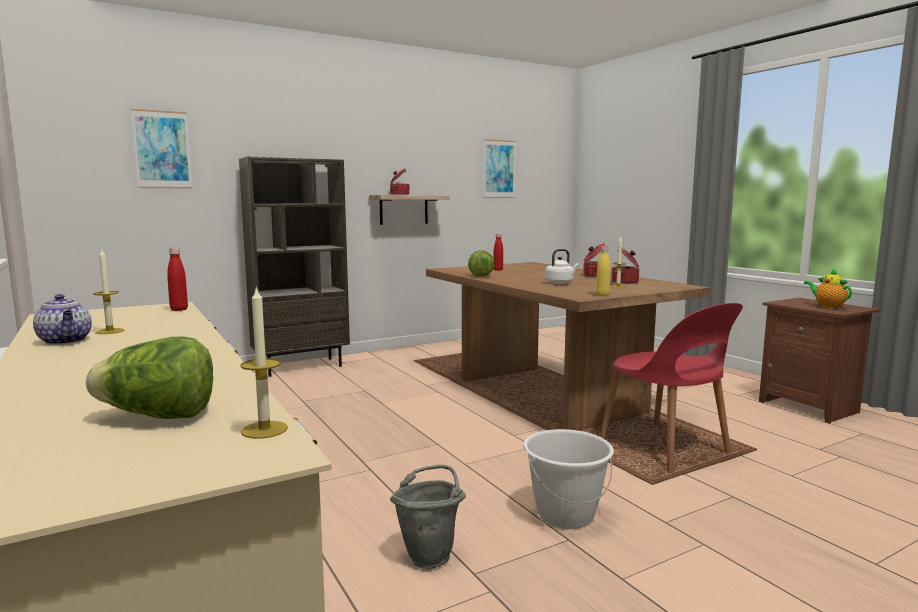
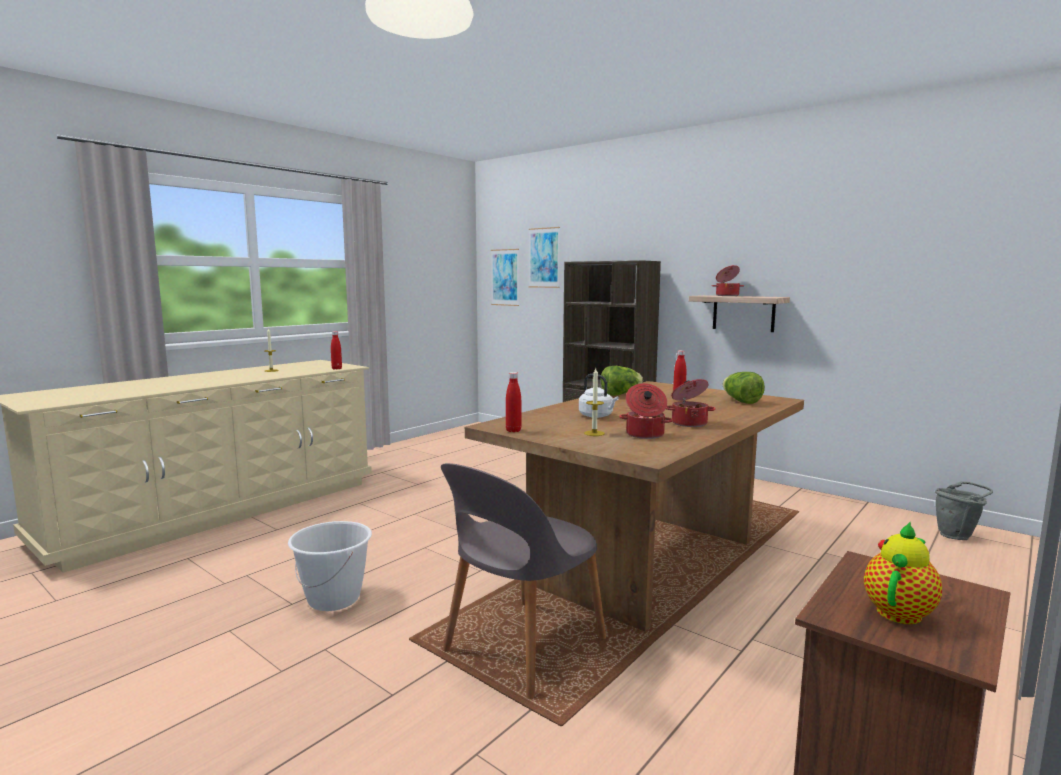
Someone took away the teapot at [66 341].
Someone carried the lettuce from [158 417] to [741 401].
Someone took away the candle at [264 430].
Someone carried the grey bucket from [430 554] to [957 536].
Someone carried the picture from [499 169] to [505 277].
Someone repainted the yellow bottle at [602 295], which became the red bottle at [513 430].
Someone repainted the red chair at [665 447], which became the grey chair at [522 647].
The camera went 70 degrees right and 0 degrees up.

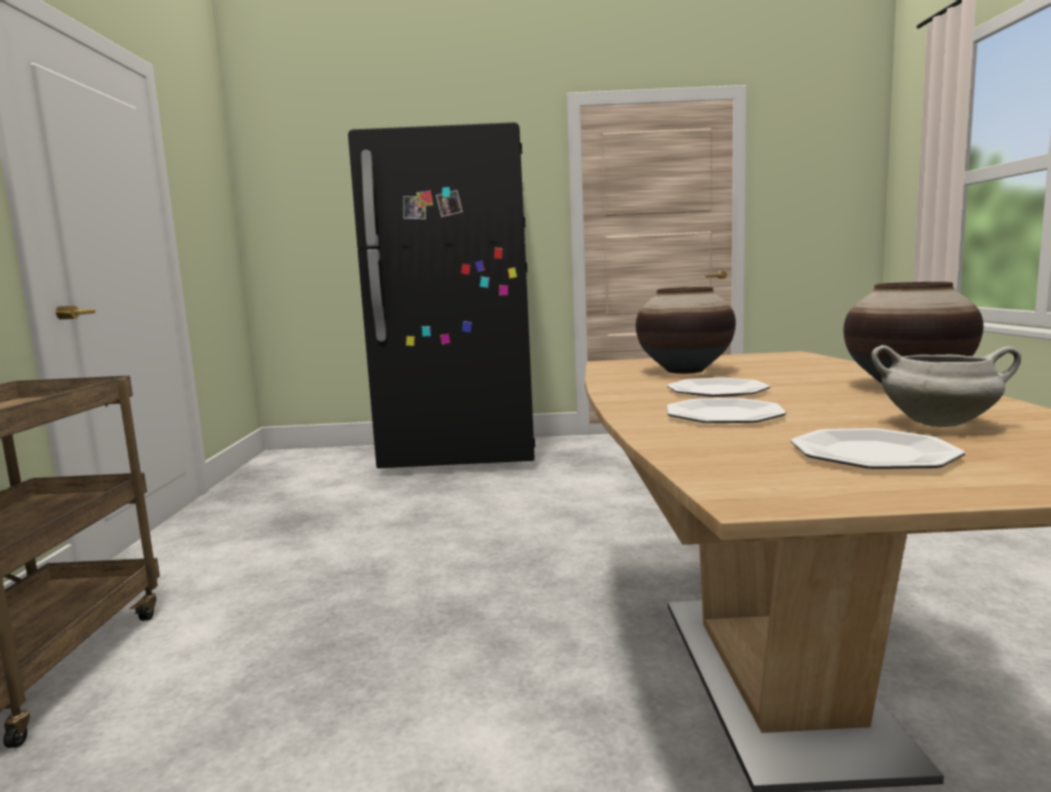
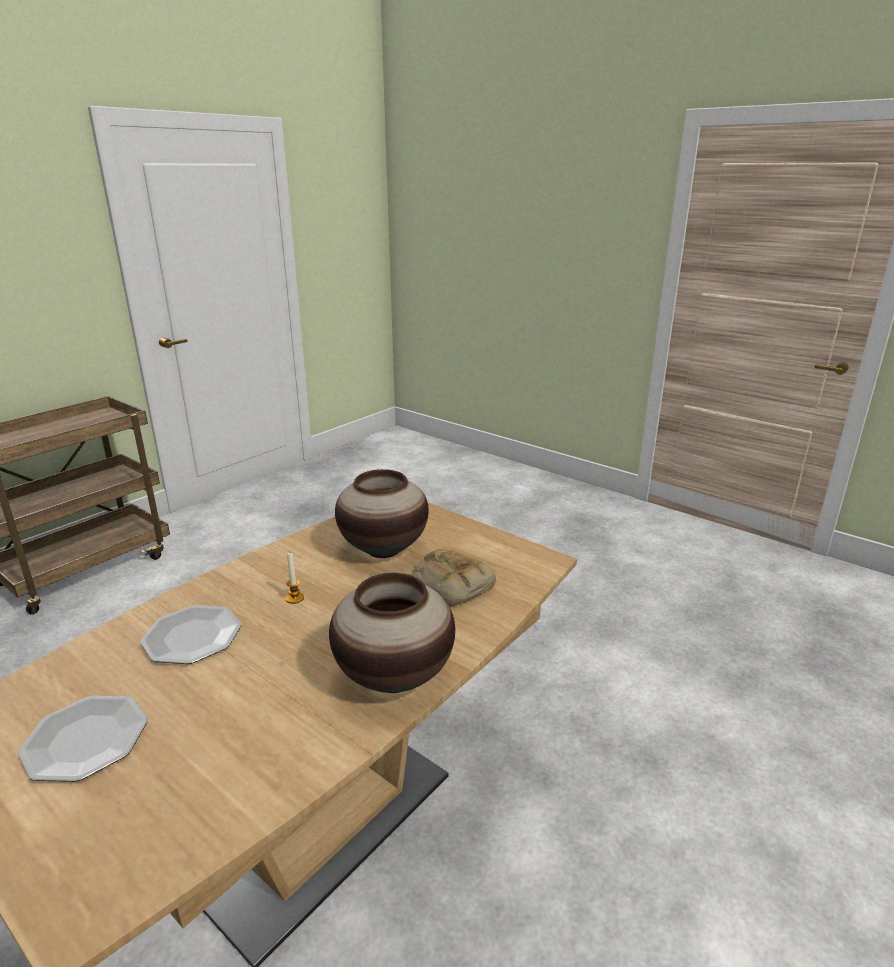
Someone took away the black fridge at [461 456].
Someone swapped the plate at [717 391] for the candle at [294 598].
Someone took away the white cooking pot at [940 423].
Someone put down the bread at [450 584].
The camera went 40 degrees right and 15 degrees up.

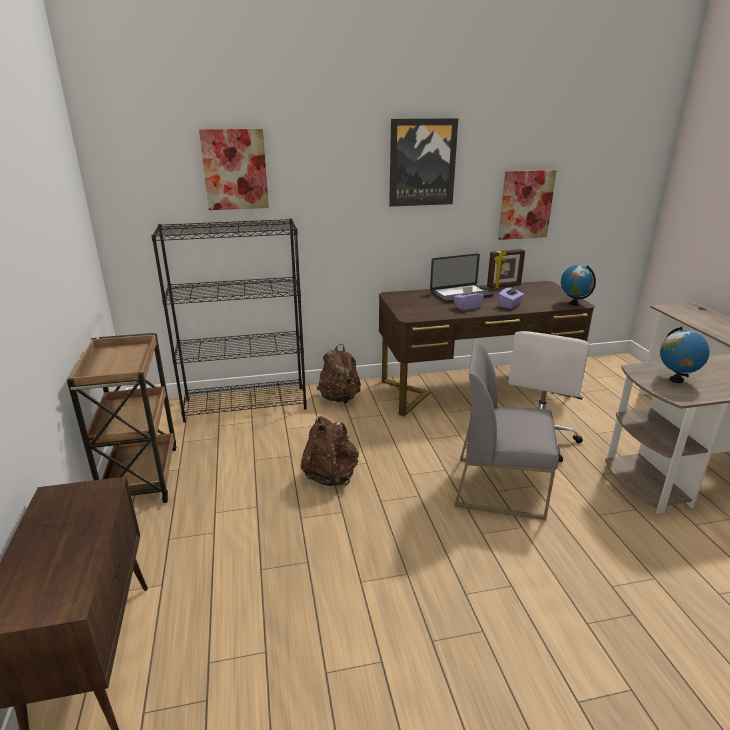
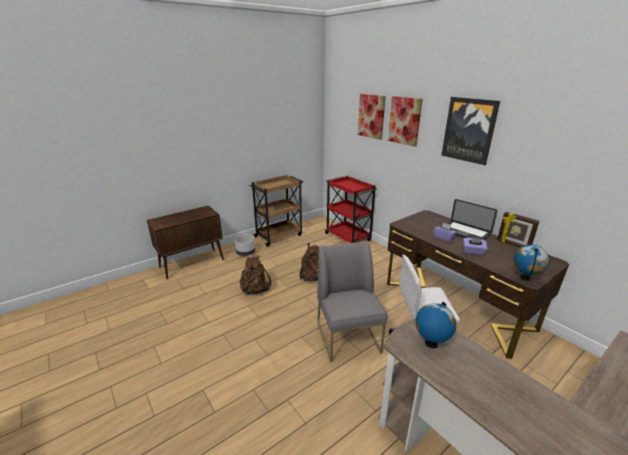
Someone swapped the black bookcase at [246 404] for the red cart at [348 237].
Someone carried the brown backpack from [339 398] to [255 290].
Someone carried the picture from [525 205] to [404 121].
Someone put down the grey planter at [245 253].
The camera went 65 degrees right and 0 degrees up.

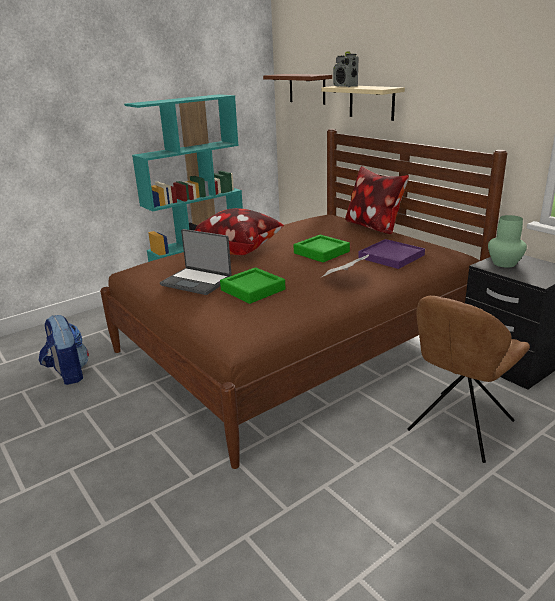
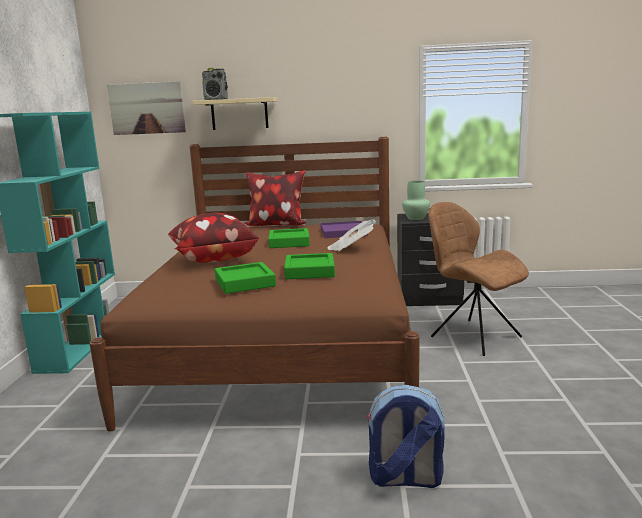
Someone carried the backpack from [68 374] to [405 479].
Someone swapped the laptop at [197 282] for the green tray at [245 283].
Someone swapped the brown shelf at [307 88] for the picture at [147 108].
Someone rotated the brown chair at [458 427] by 150 degrees clockwise.
The camera went 50 degrees left and 10 degrees down.

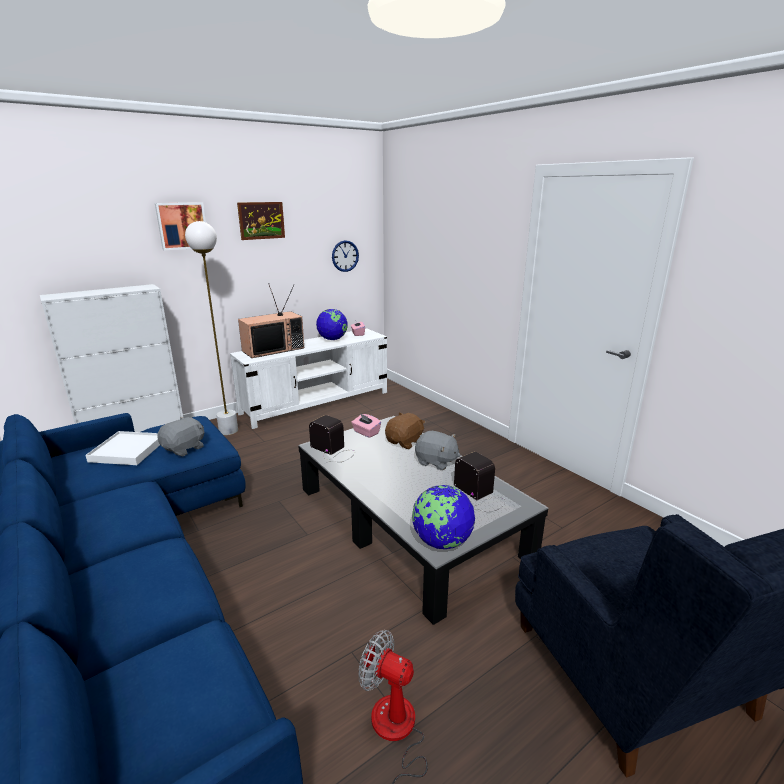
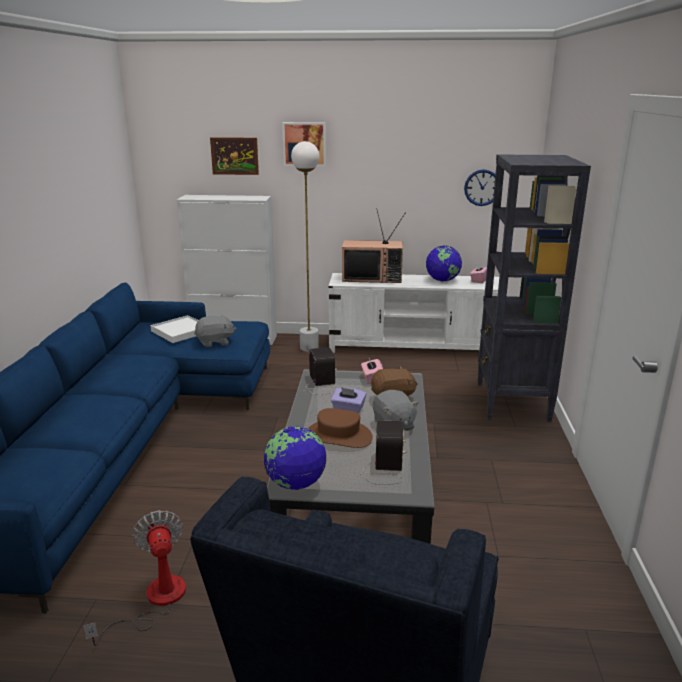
Someone carried the picture from [261 220] to [234 156].
Someone put down the brown hat at [338 436].
Someone put down the purple tissue box at [348 409].
Someone put down the black bookcase at [512 402].
The camera went 40 degrees right and 0 degrees up.

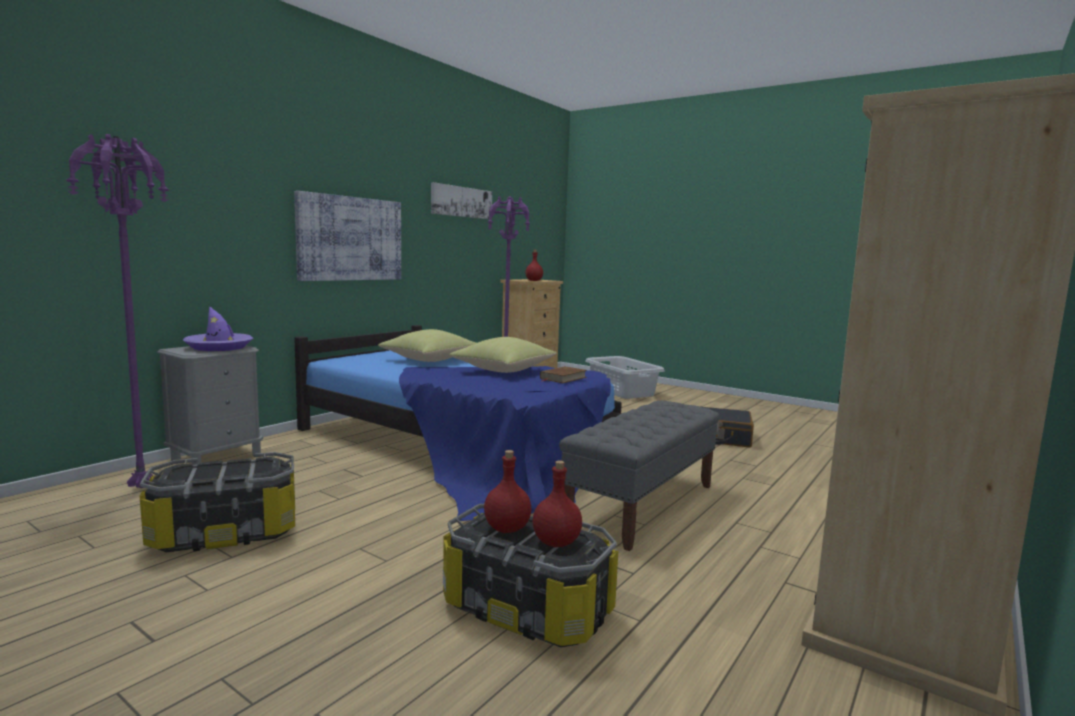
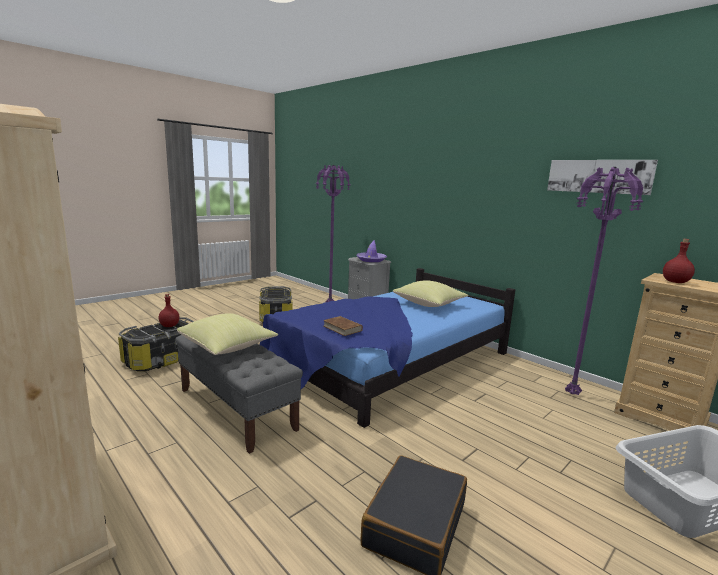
Someone took away the picture at [349 238].
Someone carried the yellow pillow from [503 371] to [228 348].
Someone took away the red bottle at [556 543].
The camera went 100 degrees right and 5 degrees up.

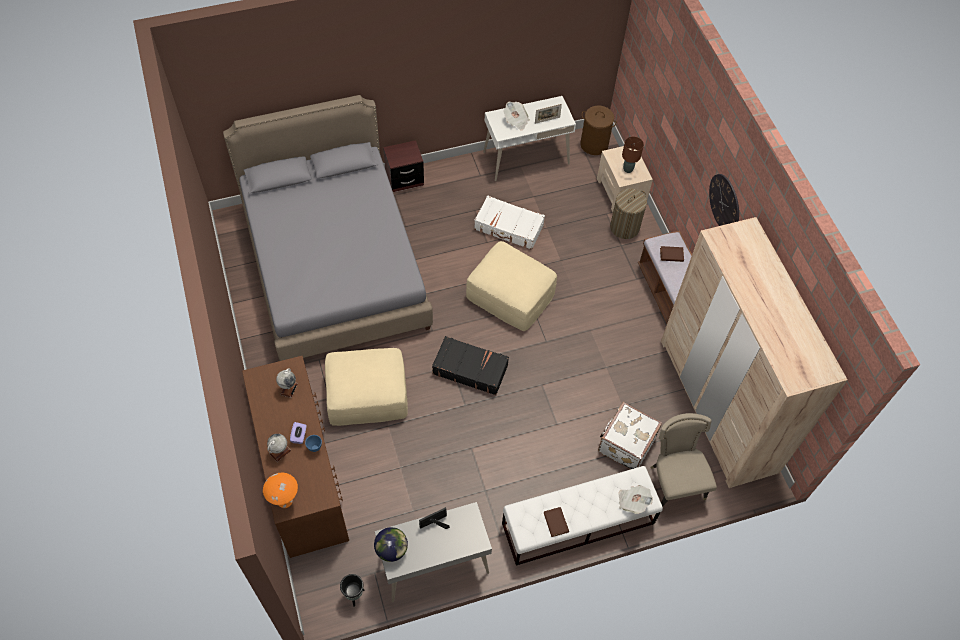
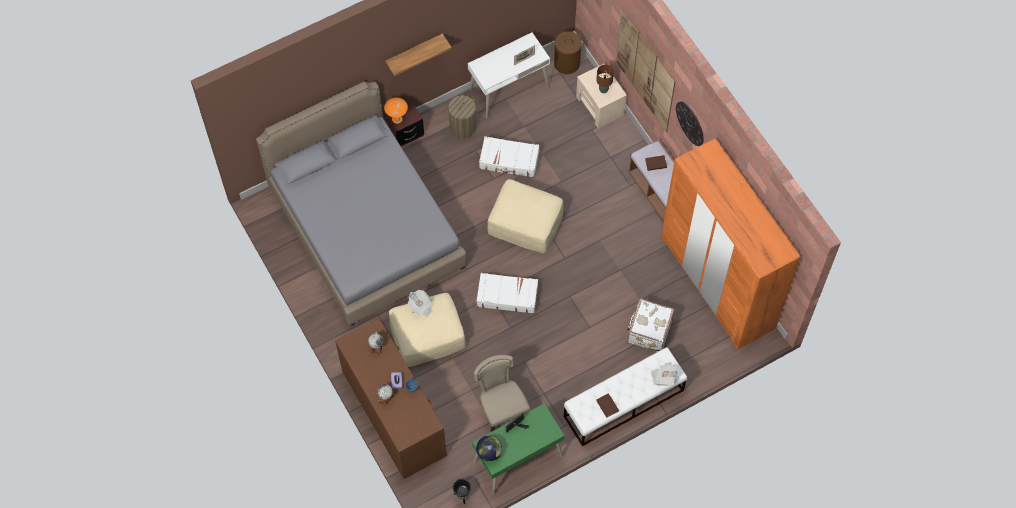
Someone carried the orange table lamp from [285 501] to [397 119].
Someone repainted the grey desk at [434 564], which became the green desk at [518 459].
Someone repainted the black suitcase at [470 369], which became the white suitcase at [507 296].
Someone carried the newspaper from [516 121] to [421 306].
Someone carried the laundry basket from [624 227] to [463 127].
Someone carried the beige chair from [674 481] to [501 409].
Someone repainted the beige wardrobe at [717 405], which became the orange wardrobe at [717 283].
Someone put up the shelf at [414 52].
Someone put up the picture at [645 70].
The camera went 10 degrees left and 5 degrees up.

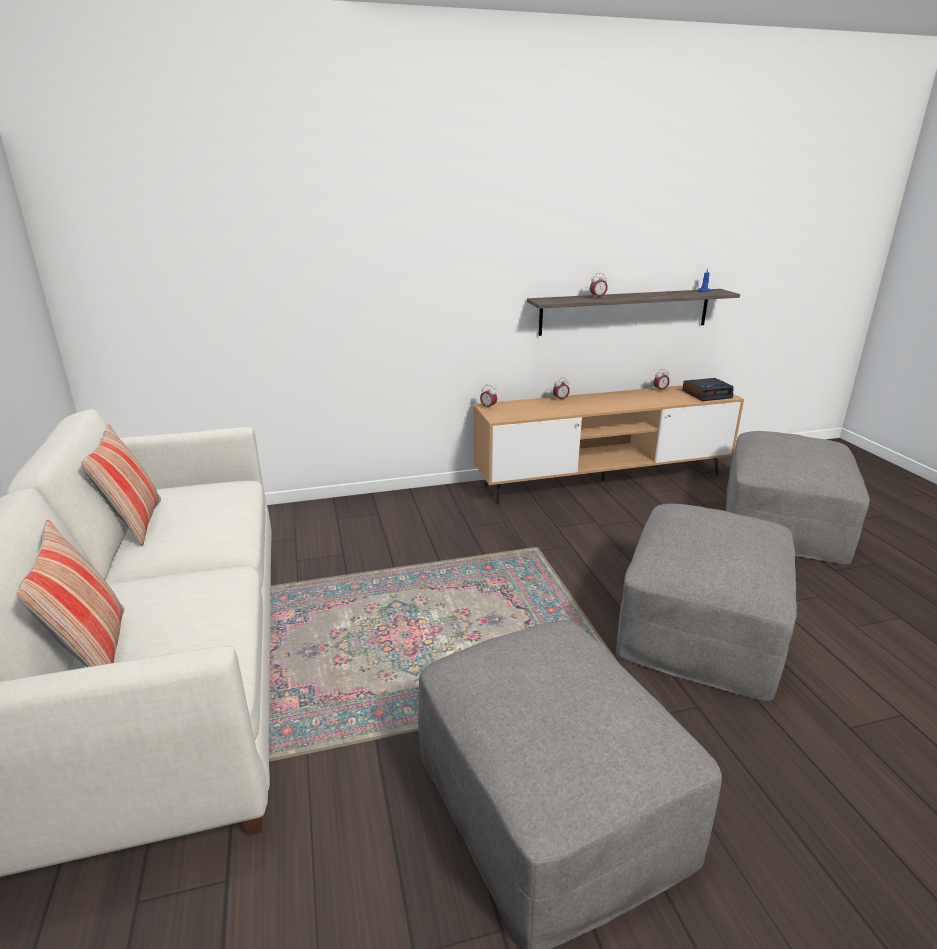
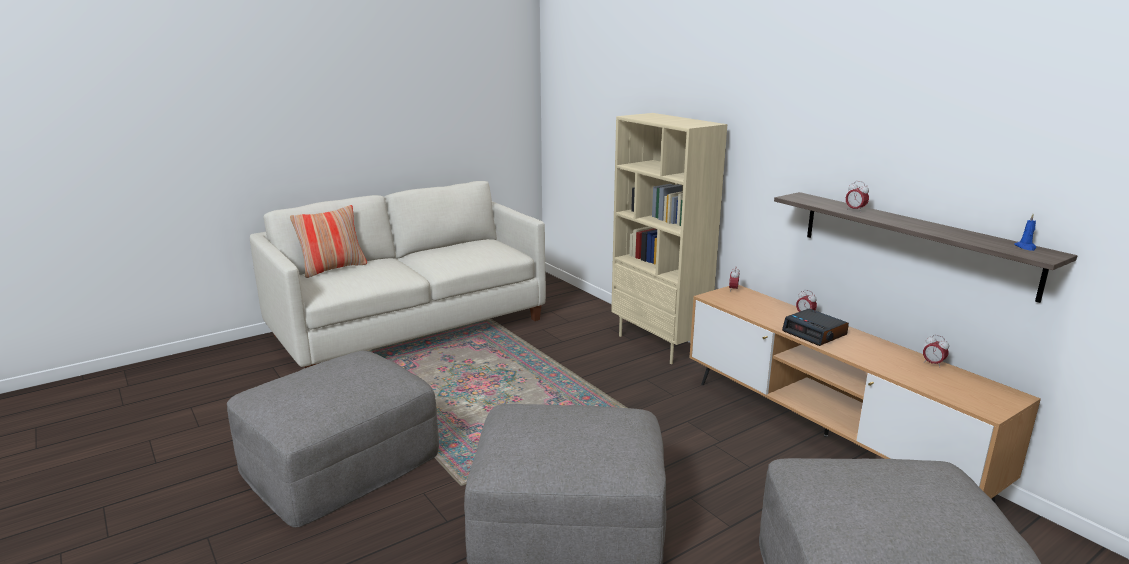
Someone took away the pillow at [136 523].
Someone carried the alarm clock from [707 394] to [815 333].
Someone put down the beige bookcase at [659 344].
The camera went 70 degrees right and 5 degrees down.

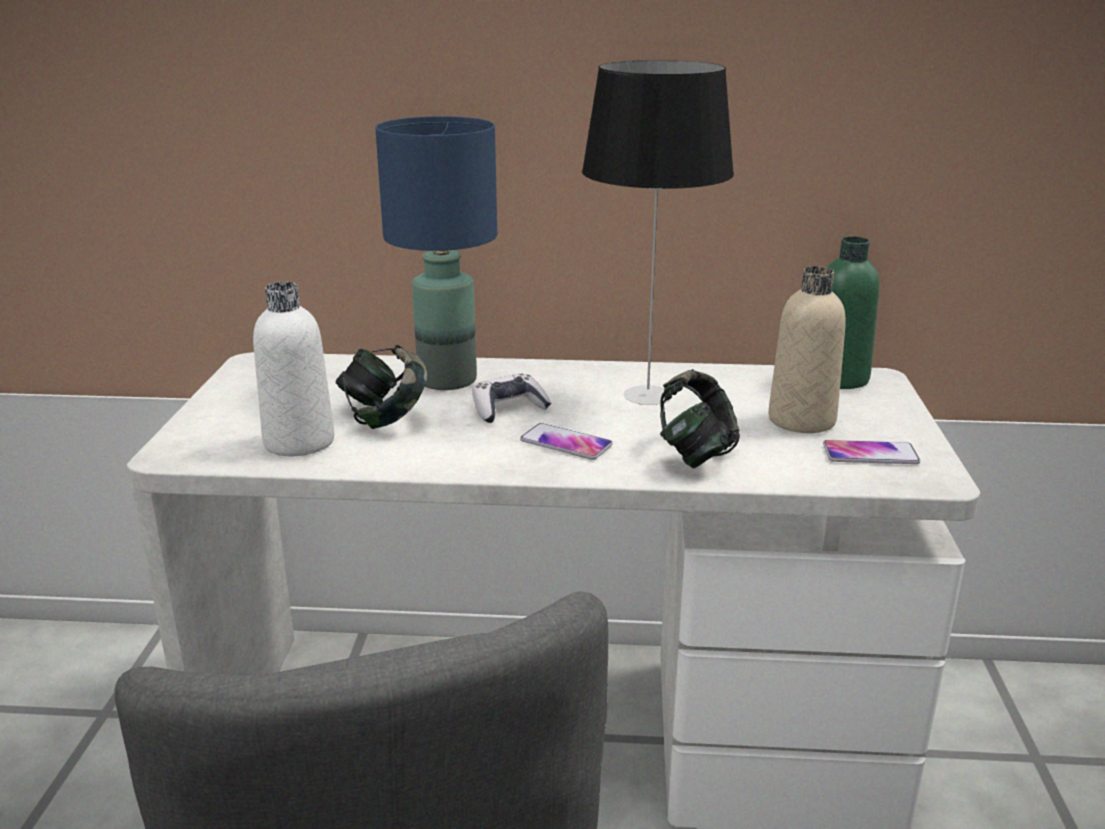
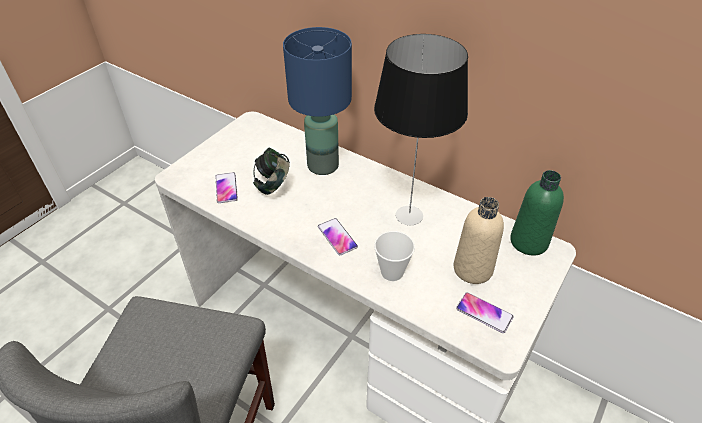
Someone swapped the white bottle at [299 442] for the phone at [226 188].
Someone took away the game controller at [508 409].
Someone swapped the headphones at [696 454] for the cup at [392 272].
The camera went 30 degrees right and 20 degrees up.

